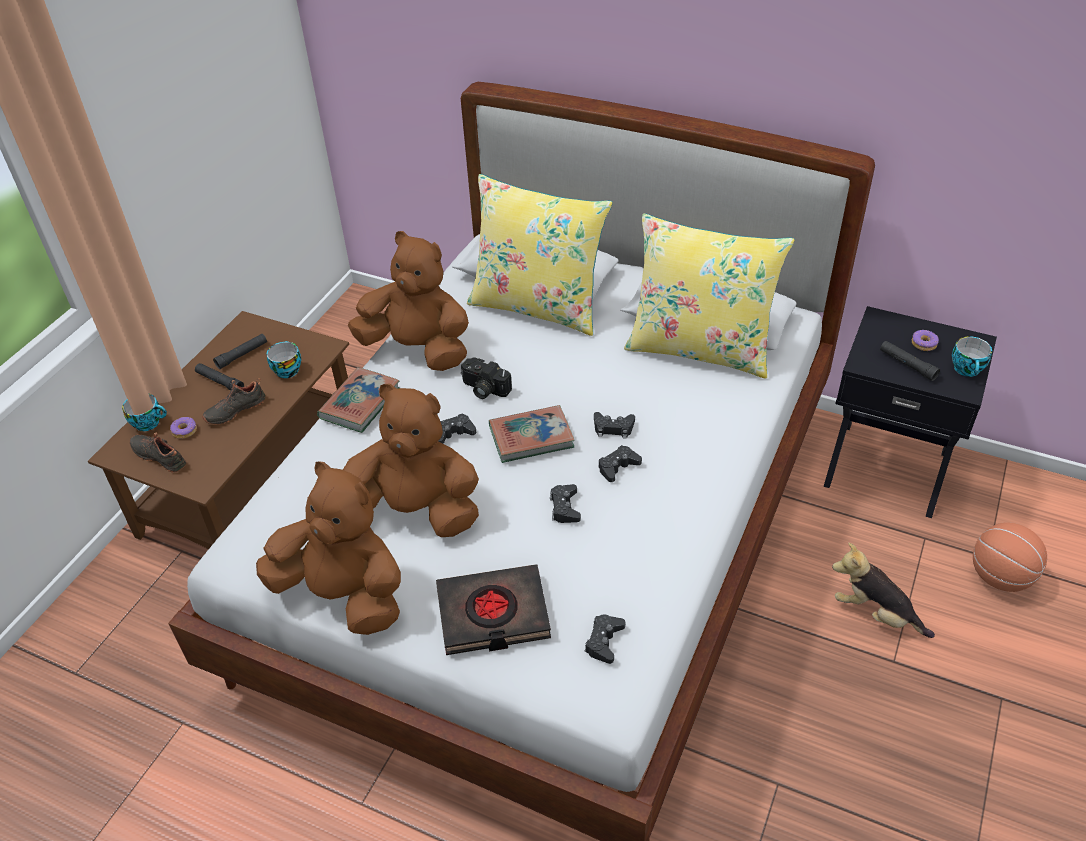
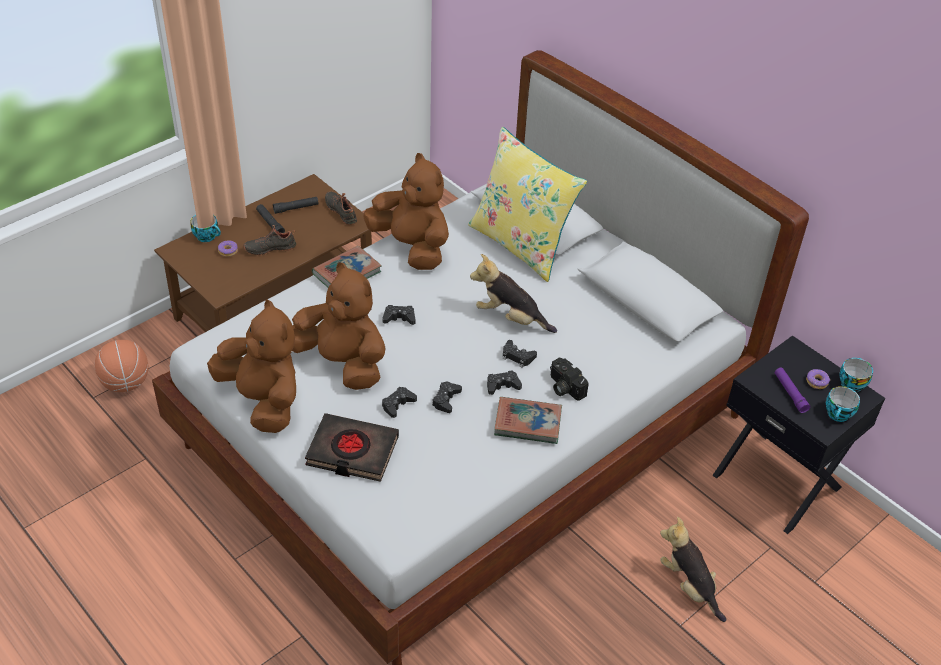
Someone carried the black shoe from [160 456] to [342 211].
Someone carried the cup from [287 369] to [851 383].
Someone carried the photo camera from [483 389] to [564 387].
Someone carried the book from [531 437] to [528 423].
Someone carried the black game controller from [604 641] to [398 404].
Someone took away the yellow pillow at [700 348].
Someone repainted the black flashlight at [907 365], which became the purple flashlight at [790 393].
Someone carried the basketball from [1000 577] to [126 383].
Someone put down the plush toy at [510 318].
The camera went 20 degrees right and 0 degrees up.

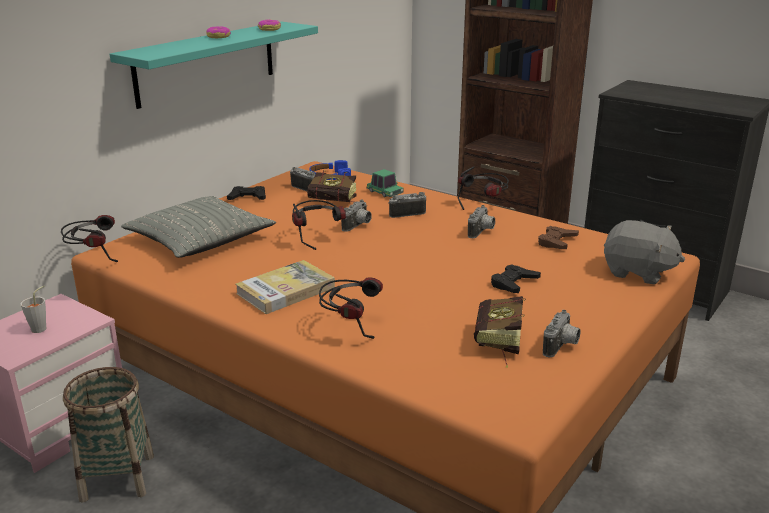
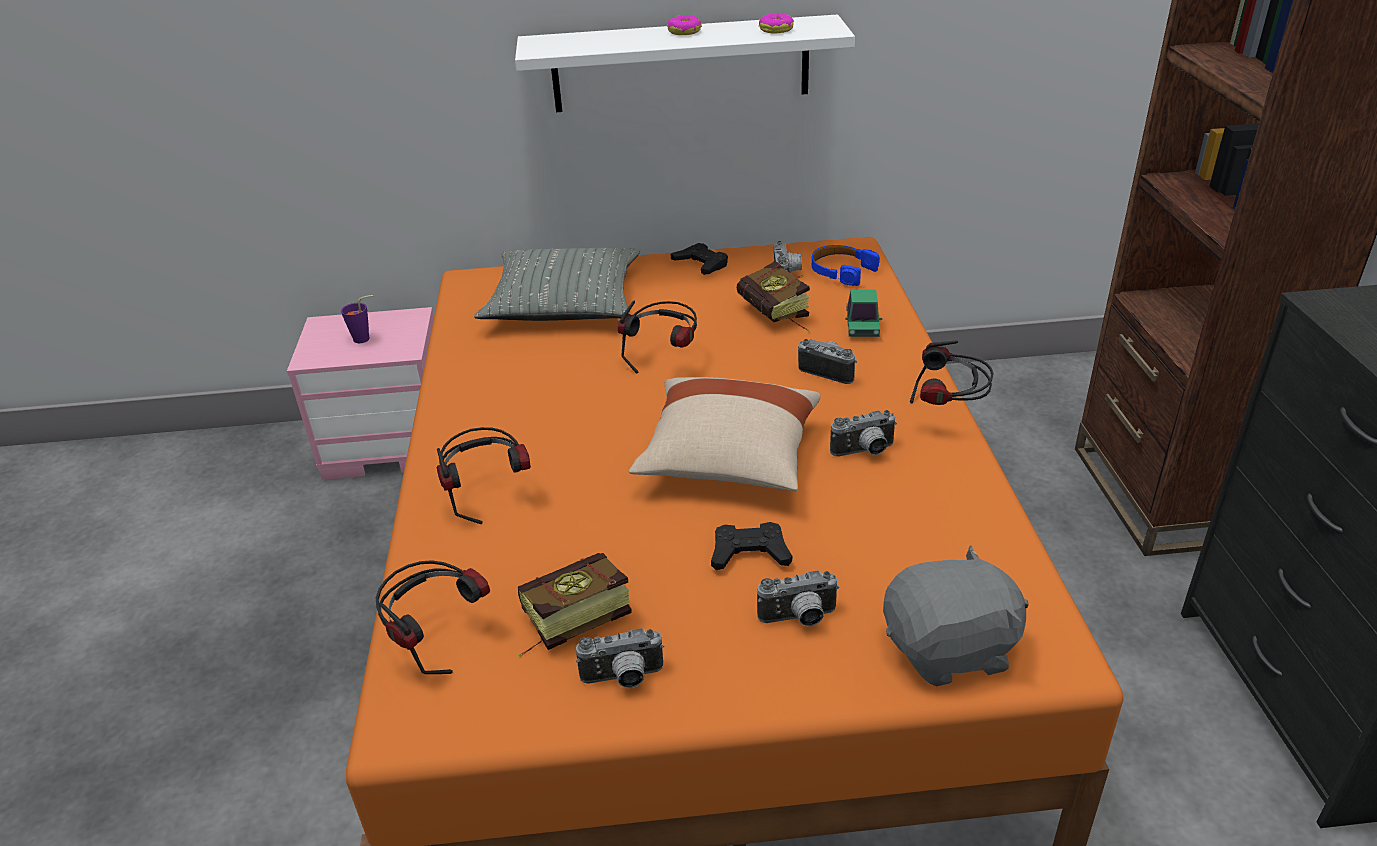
Someone repainted the grey cup at [42 327], which became the purple cup at [365 338].
Someone carried the headphones from [94 259] to [436 639].
Someone took away the basket at [117 478].
Someone repainted the turquoise shelf at [206 63], which became the white shelf at [681 64].
Someone took away the book at [286 290].
Someone carried the photo camera from [358 226] to [799 619].
Someone took away the brown game controller at [556 242].
Someone rotated the grey plush toy at [638 272] by 90 degrees counterclockwise.
Someone put down the beige pillow at [728 459].
The camera went 50 degrees right and 10 degrees up.

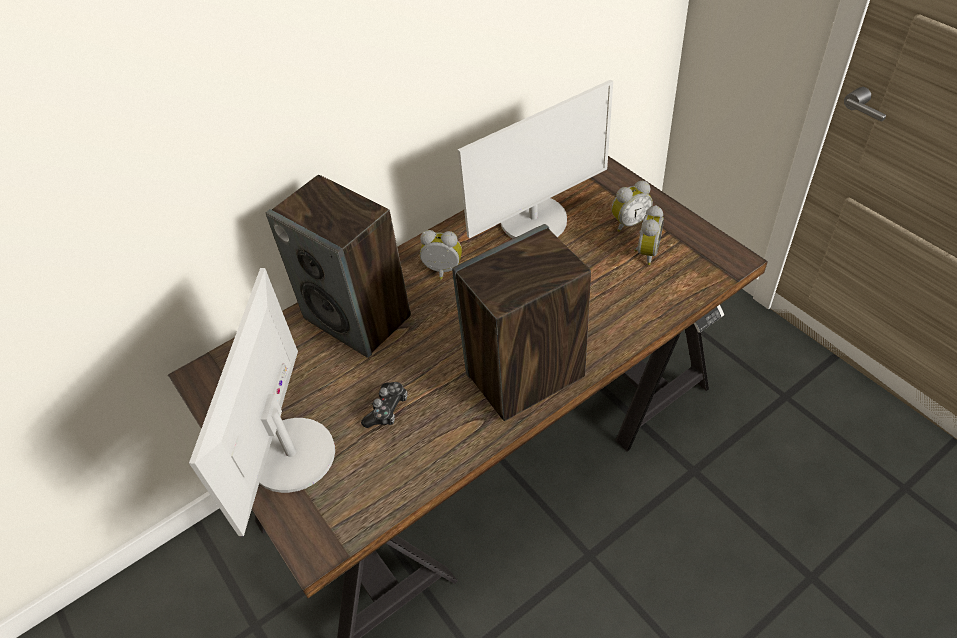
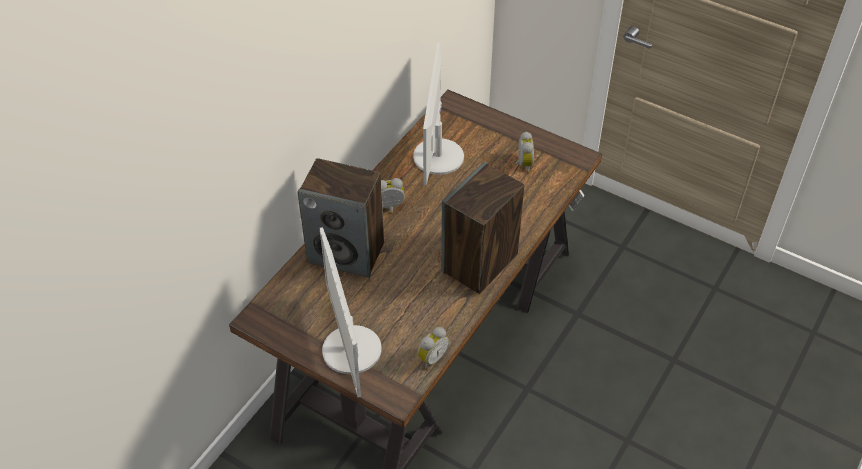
Someone took away the game controller at [387 409].
Someone rotated the monitor at [534 220] by 150 degrees clockwise.
Someone carried the alarm clock from [628 222] to [431 358].
The camera went 25 degrees left and 0 degrees up.

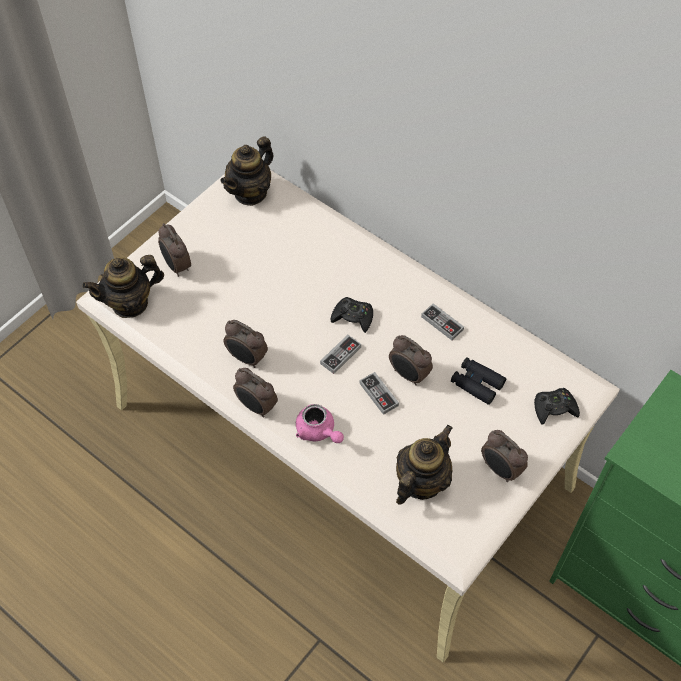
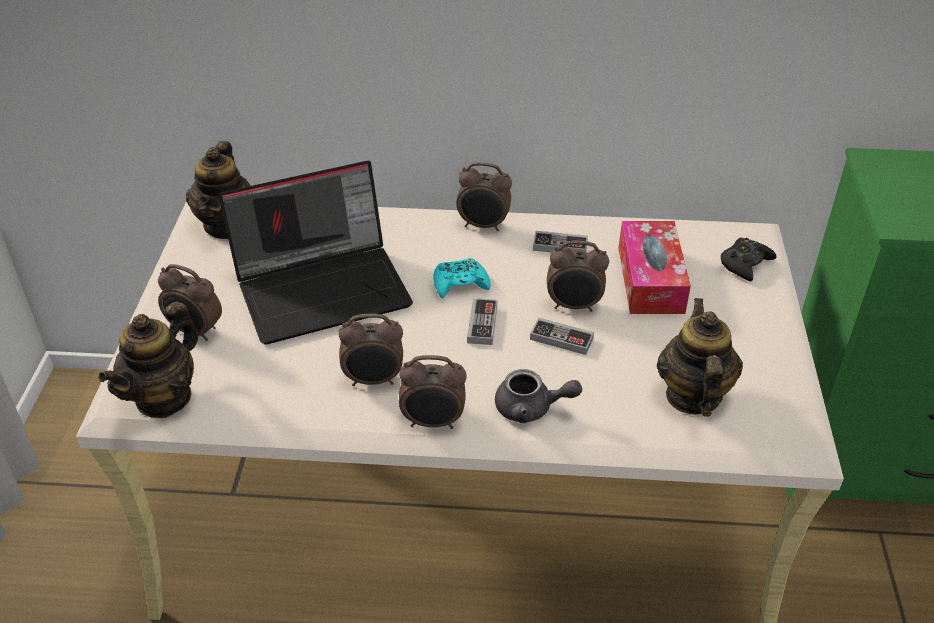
Someone repainted the pink teapot at [318 431], which became the grey teapot at [531 408].
Someone repainted the black game controller at [353 317], which became the turquoise game controller at [460 283].
Someone swapped the black binoculars at [477 383] for the tissue box at [650 279].
Someone carried the alarm clock from [500 469] to [483 226].
Someone put down the laptop at [324 287].
The camera went 35 degrees left and 15 degrees down.

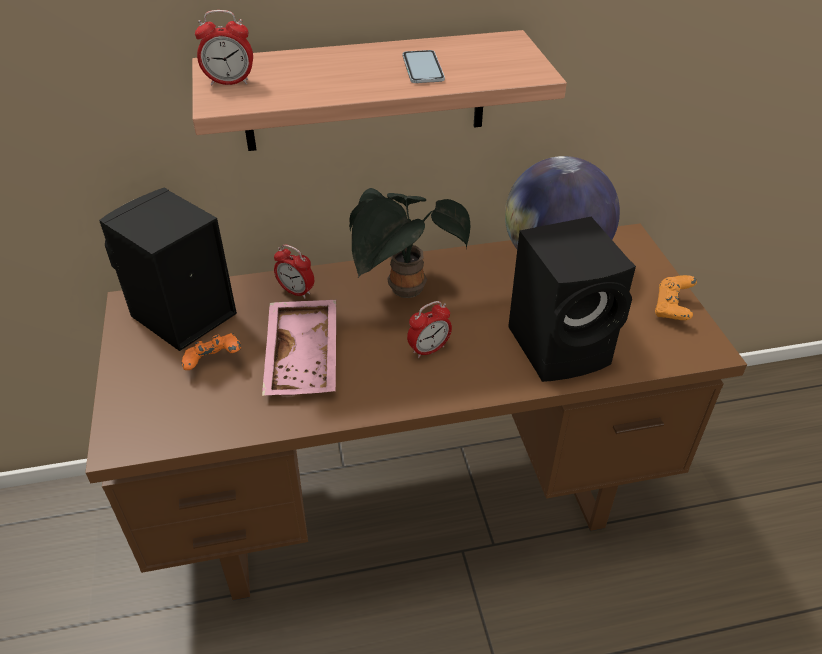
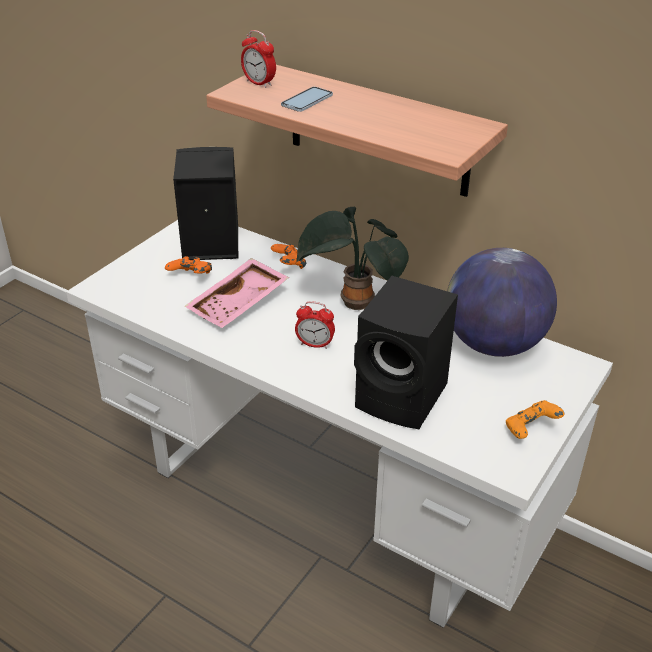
Someone repainted the brown desk at [411 501], which became the white desk at [327 501].
Someone swapped the alarm clock at [296 291] for the orange game controller at [288 266].
Someone carried the phone from [423 68] to [307 100].
The camera went 45 degrees right and 5 degrees down.

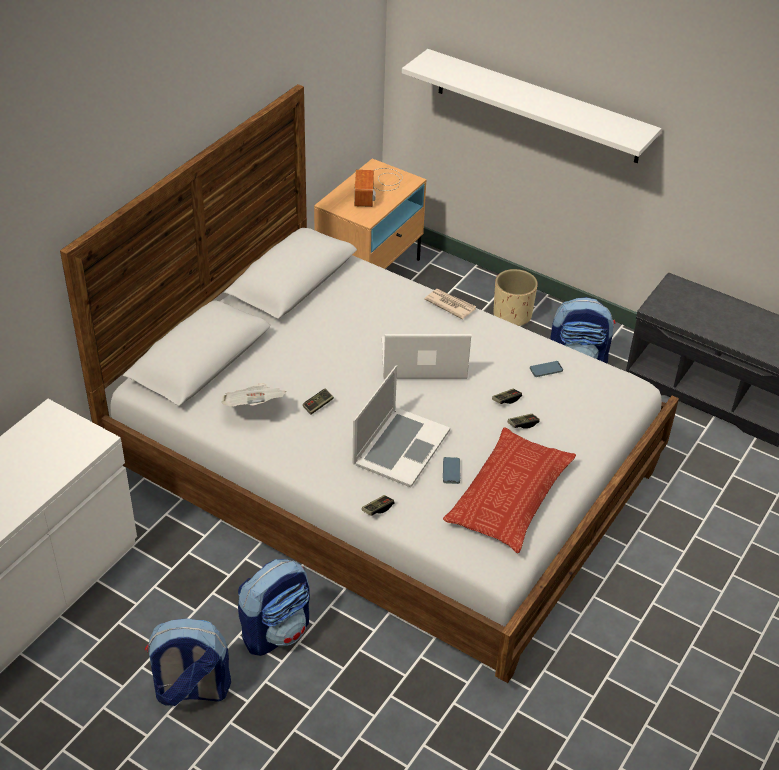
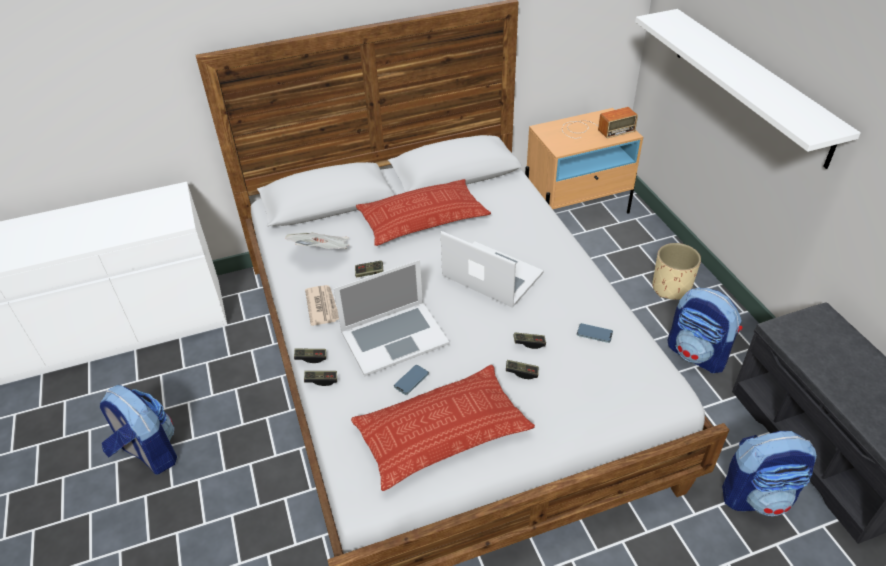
Someone carried the backpack from [276 631] to [757 495].
Someone rotated the radio at [377 187] by 150 degrees counterclockwise.
Someone carried the newspaper from [450 305] to [322 306].
Someone put down the game controller at [311 358].
Someone put down the pillow at [423 218].
The camera went 40 degrees right and 0 degrees up.

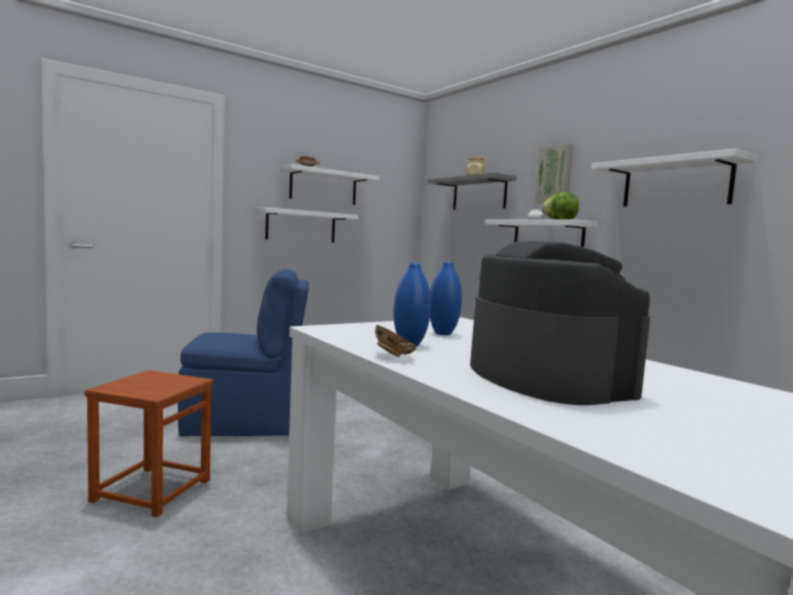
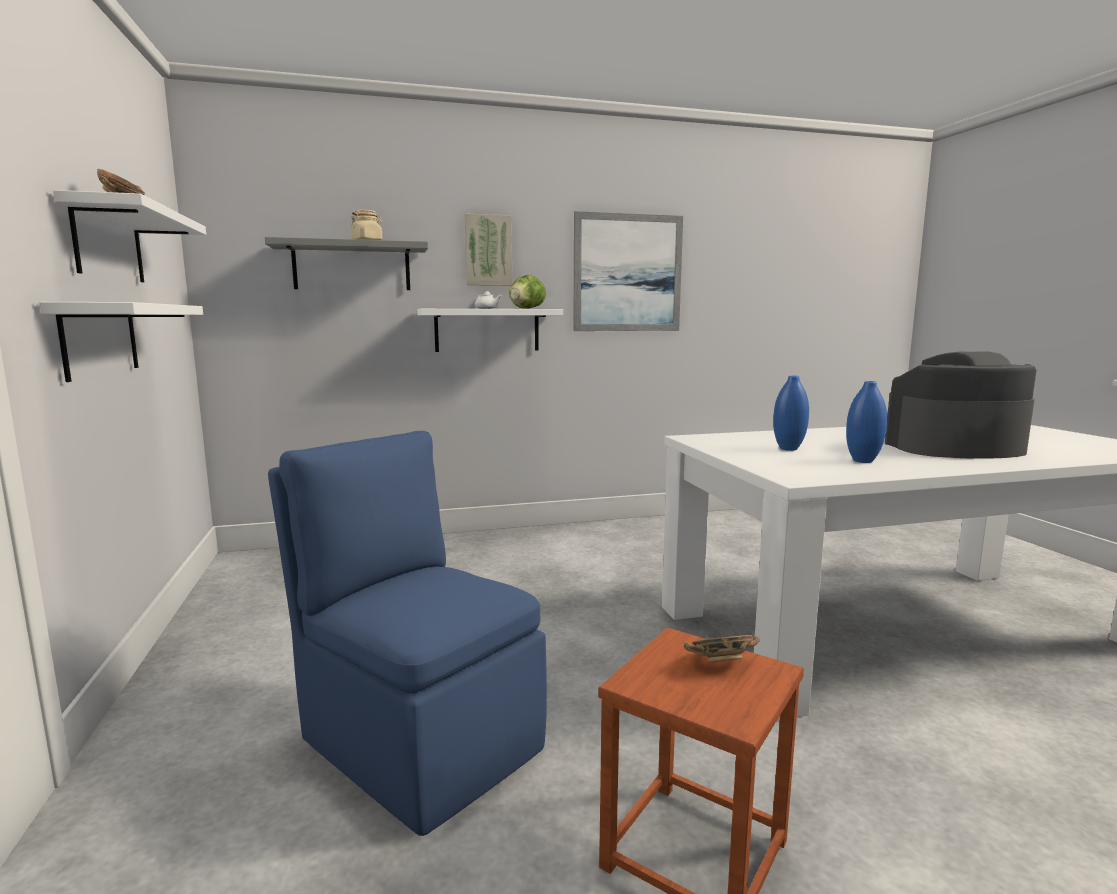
Someone rotated the blue chair at [244 422] by 60 degrees counterclockwise.
Someone carried the bowl from [394 356] to [720 663].
Someone swapped the white shelf at [675 184] for the picture at [627 273].
The camera went 70 degrees left and 5 degrees up.

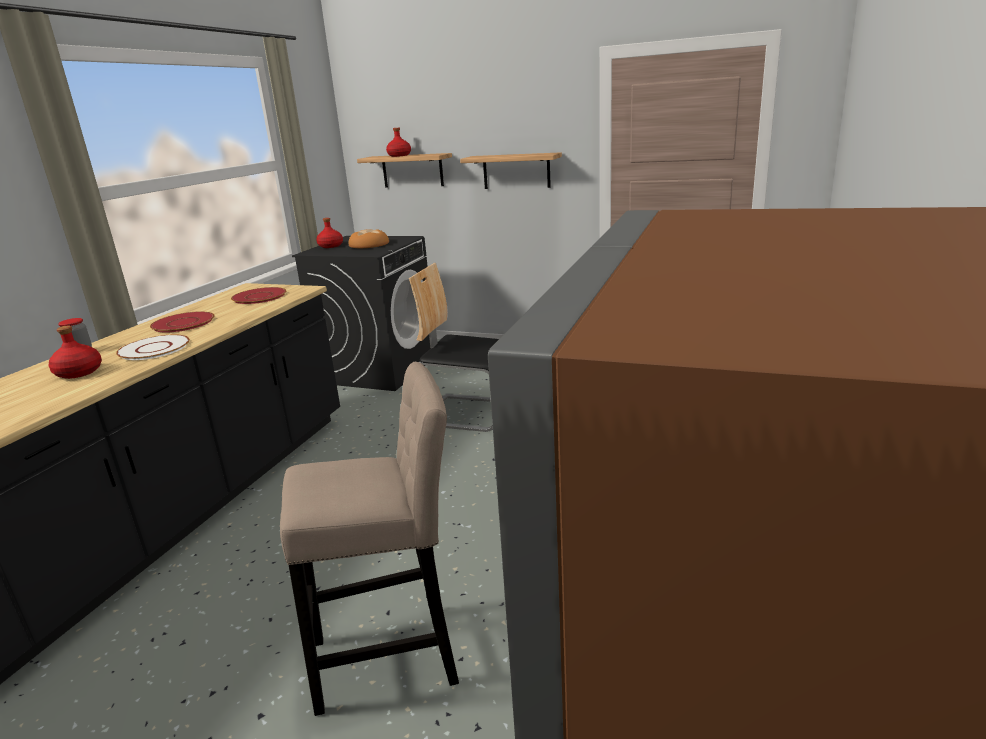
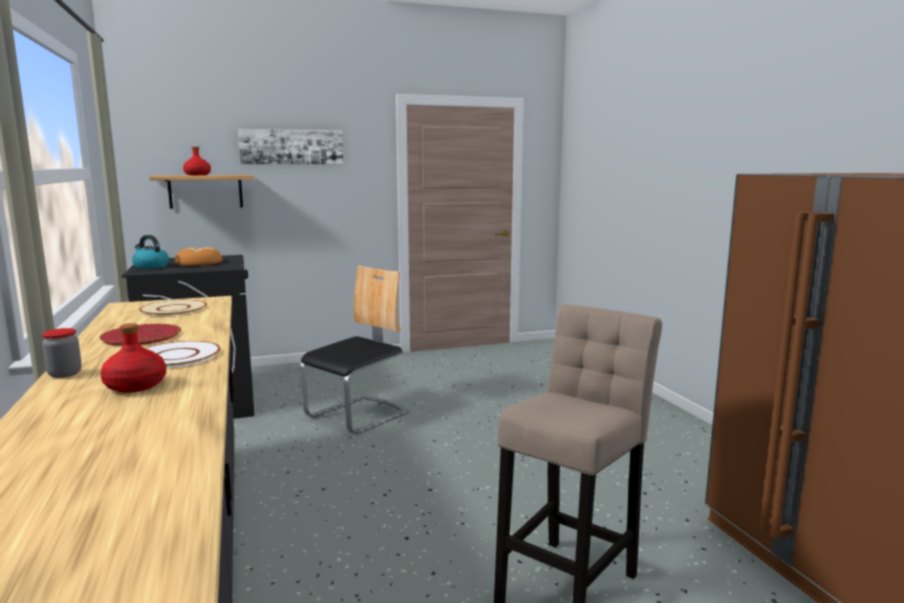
Someone repainted the red plate at [259 297], which became the beige plate at [173 309].
Someone swapped the red bottle at [330 246] for the kettle at [150 266].
Someone rotated the chair at [468 412] by 150 degrees clockwise.
Someone took away the shelf at [516 171].
Someone put up the picture at [291 147].
The camera went 40 degrees left and 10 degrees down.

